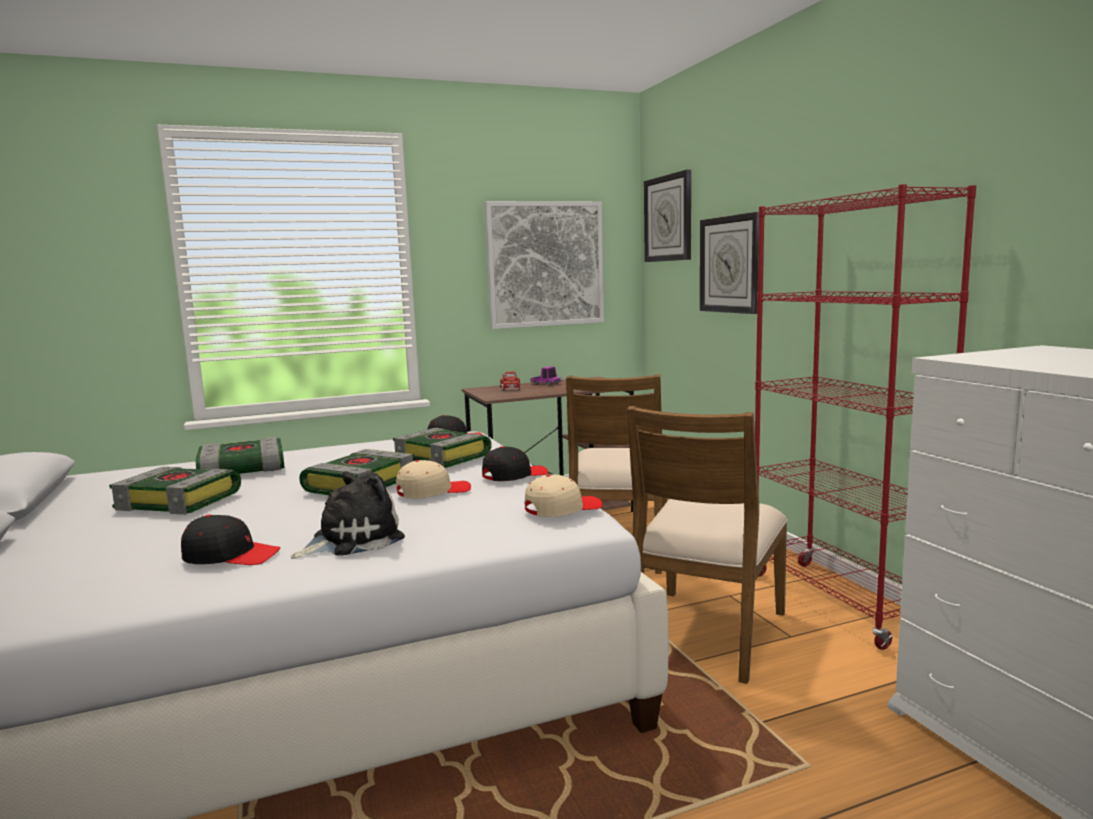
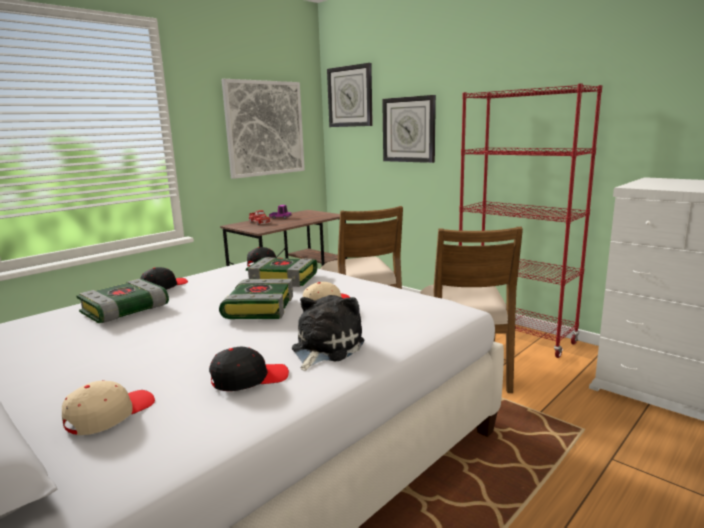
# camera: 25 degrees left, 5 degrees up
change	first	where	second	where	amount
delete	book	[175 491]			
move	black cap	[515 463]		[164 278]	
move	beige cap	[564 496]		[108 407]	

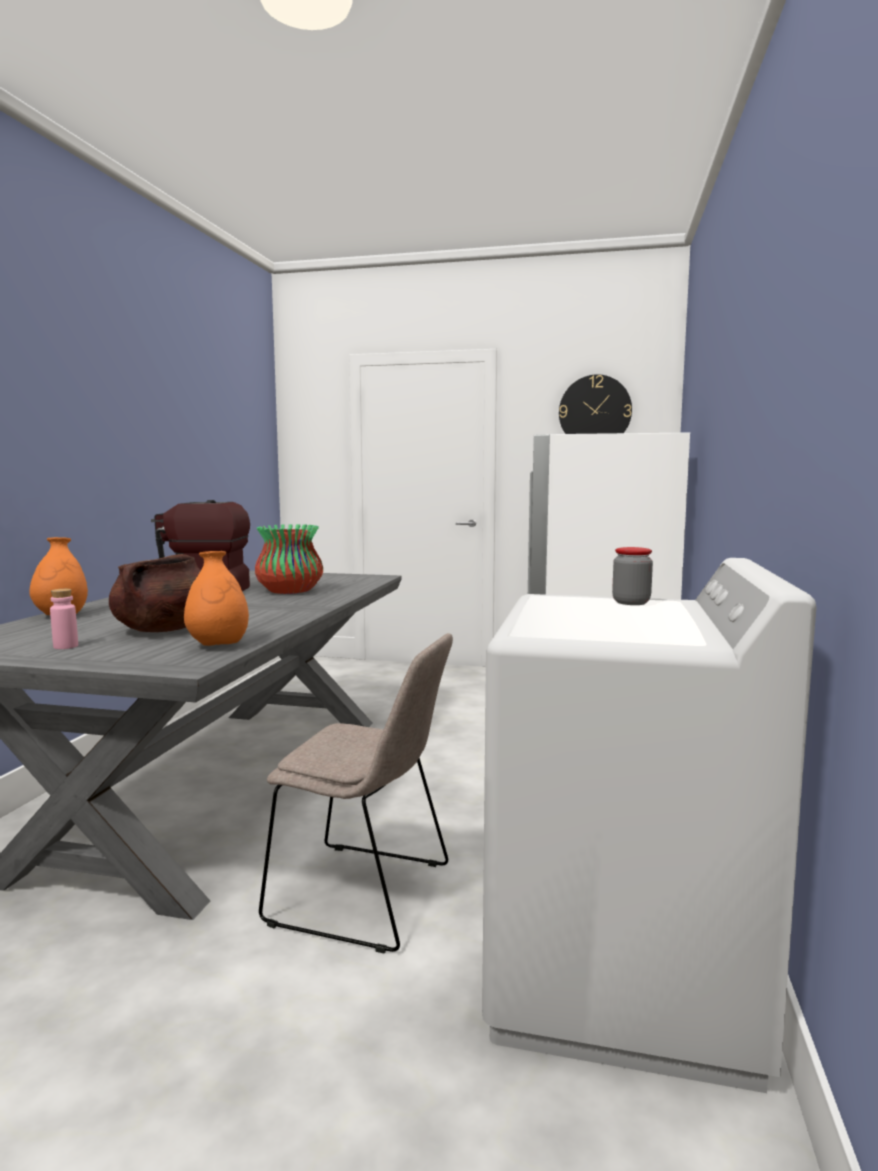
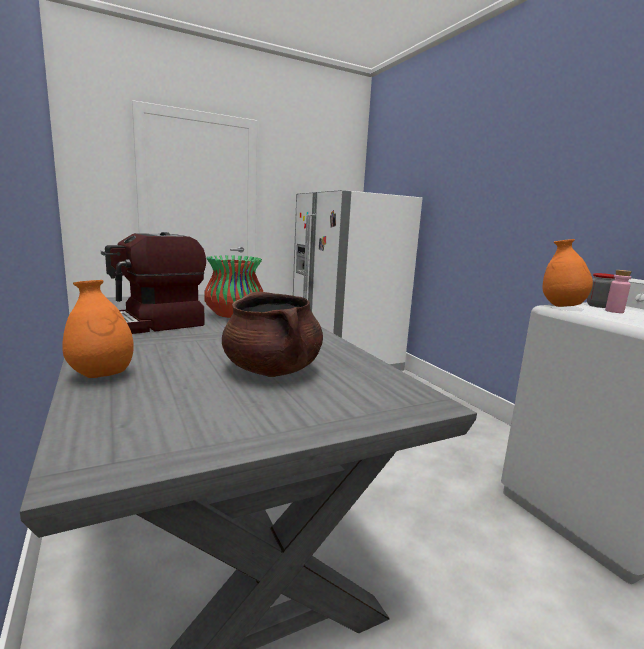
# camera: 40 degrees left, 5 degrees up
change	first	where	second	where	amount
move	pink bottle	[64 619]		[618 291]	
move	orange vase	[216 598]		[567 273]	
delete	beige chair	[356 793]			
delete	wall clock	[595 404]			

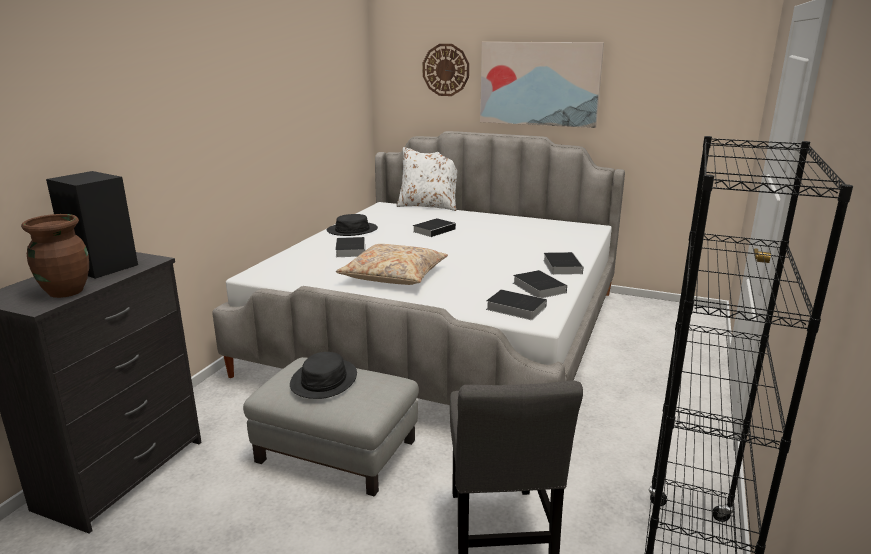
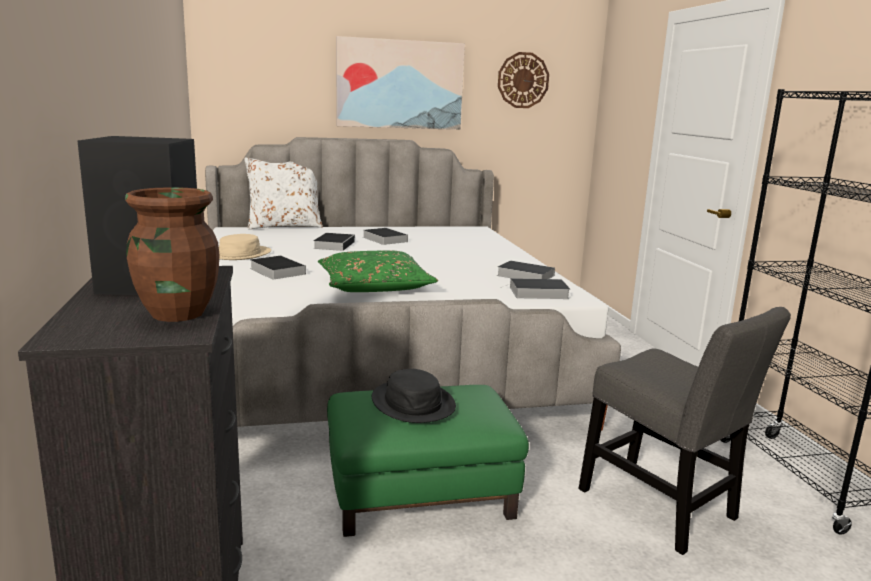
# camera: 35 degrees left, 5 degrees down
change	first	where	second	where	amount
recolor	grey ottoman	[331 427]	green ottoman	[428 461]	
recolor	black hat	[352 225]	beige hat	[245 247]	
recolor	beige pillow	[392 264]	green pillow	[378 271]	
move	wall clock	[446 70]		[523 80]	
move	book	[563 263]		[385 236]	

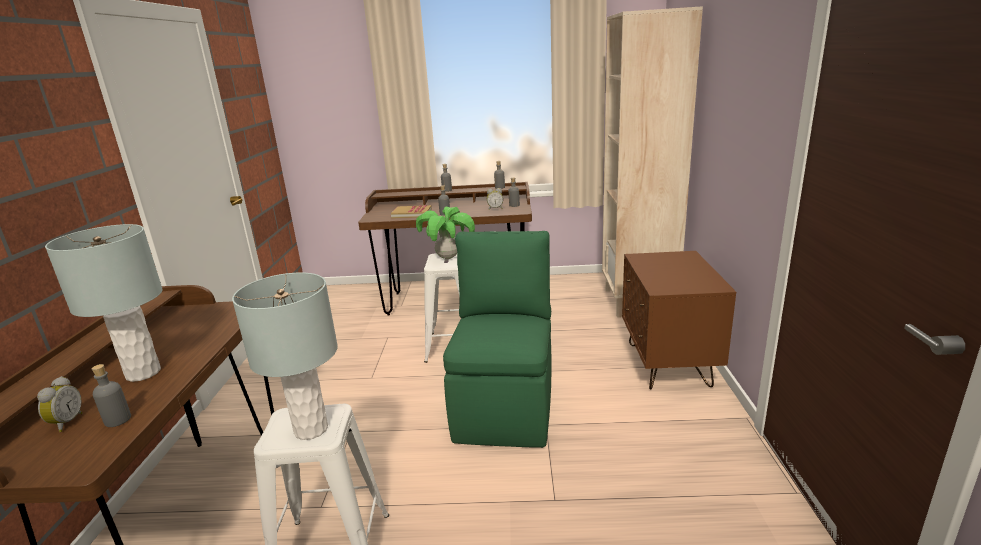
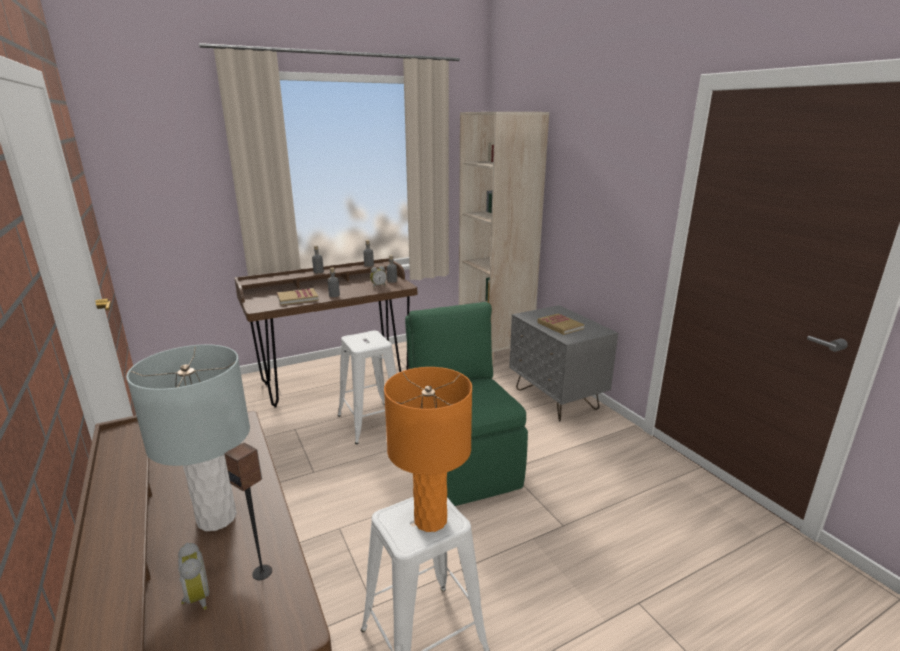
# camera: 30 degrees left, 0 degrees up
change	first	where	second	where	amount
replace	grey bottle	[111 395]	speaker	[248 511]	
recolor	grey table lamp	[285 356]	orange table lamp	[428 449]	
delete	potted plant	[445 233]			
recolor	brown nightstand	[679 320]	grey nightstand	[563 363]	
insert			book	[560 324]	

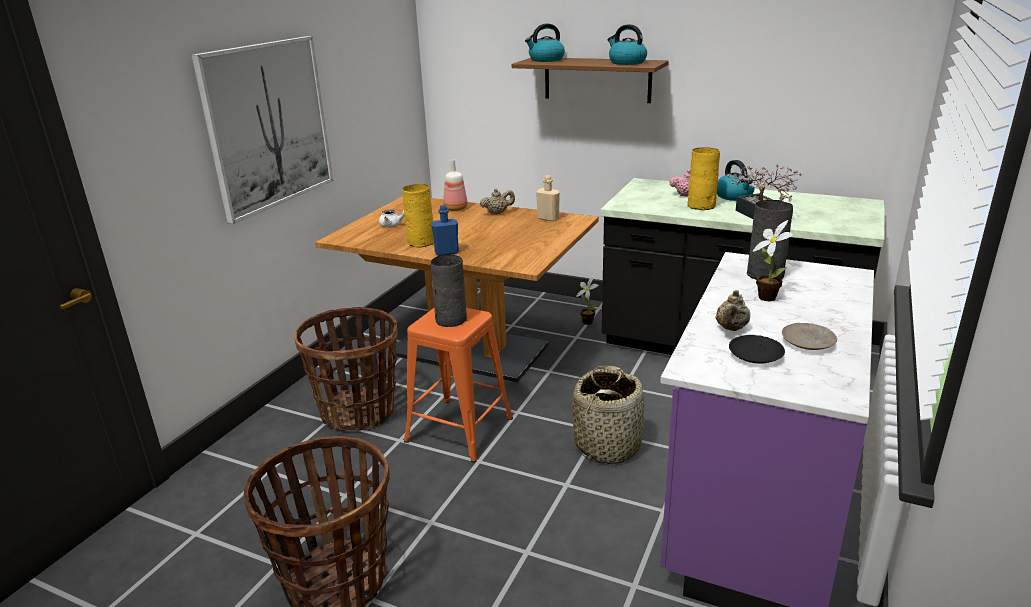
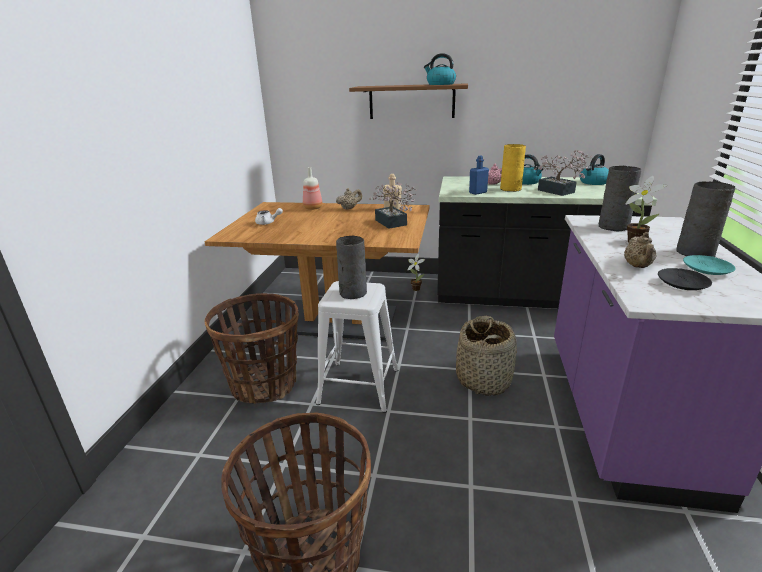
# camera: 15 degrees left, 0 degrees up
change	first	where	second	where	amount
delete	picture	[262 130]			
delete	yellow vase	[418 215]			
recolor	orange stool	[458 385]	white stool	[357 347]	
move	blue bottle	[445 230]		[479 175]	
move	kettle	[545 43]		[594 169]	
recolor	beige plate	[809 336]	turquoise plate	[709 265]	
insert			potted plant	[393 205]	
insert			grey vase	[706 219]	

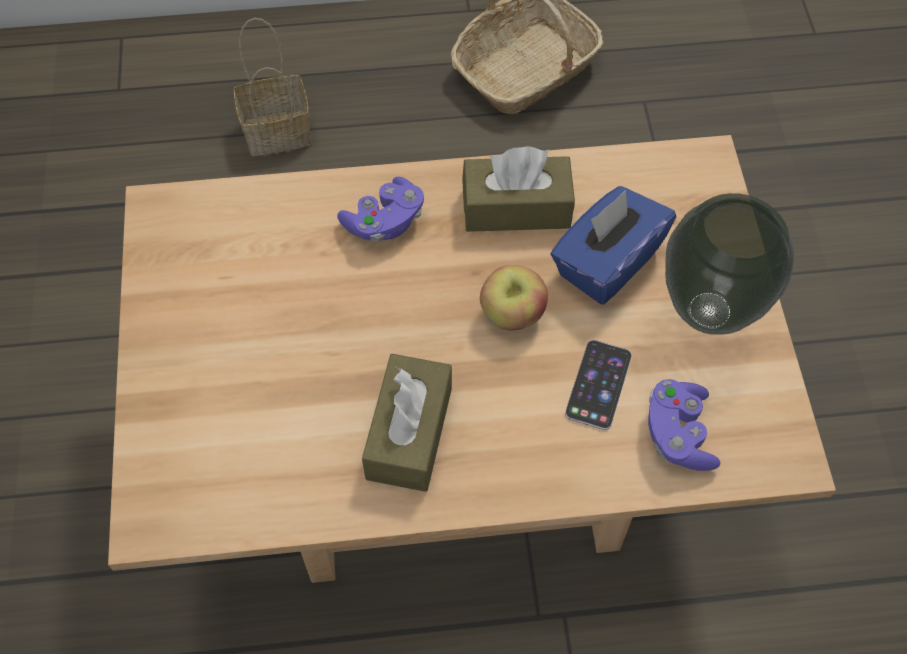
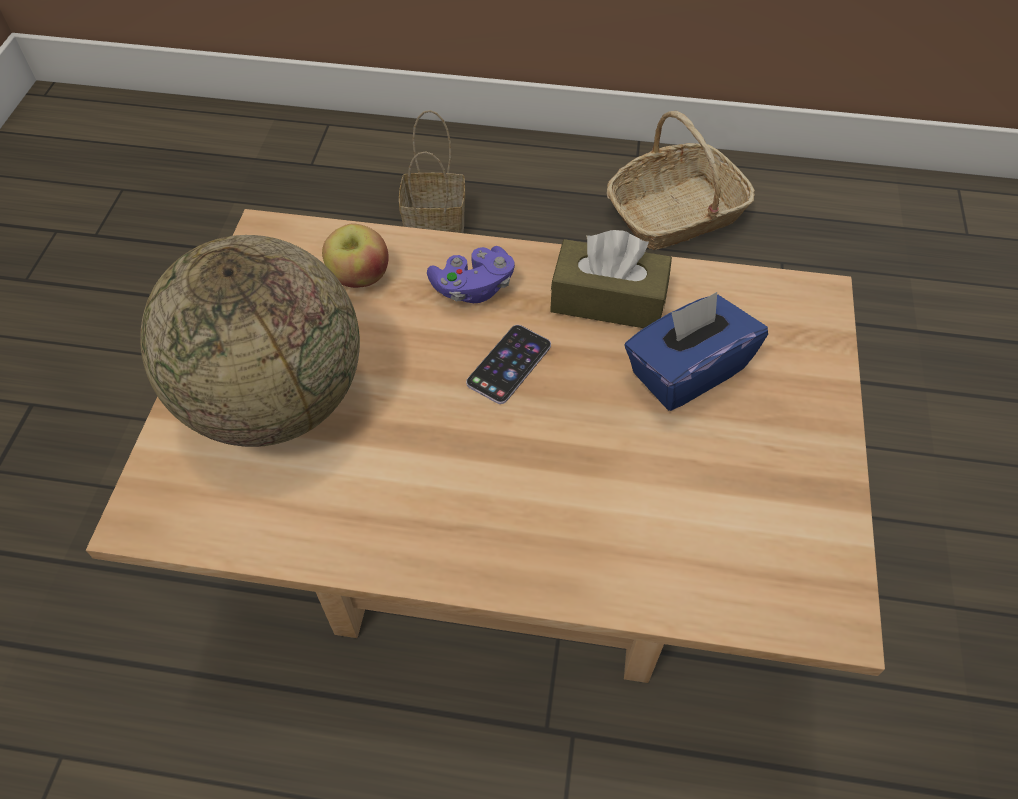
# camera: 15 degrees right, 5 degrees down
change	first	where	second	where	amount
delete	brown tissue box	[407 423]			
move	apple	[514 297]		[355 255]	
move	phone	[598 385]		[508 364]	
delete	purple game controller	[684 425]			
delete	vase	[729 264]			
insert			globe	[250 341]	

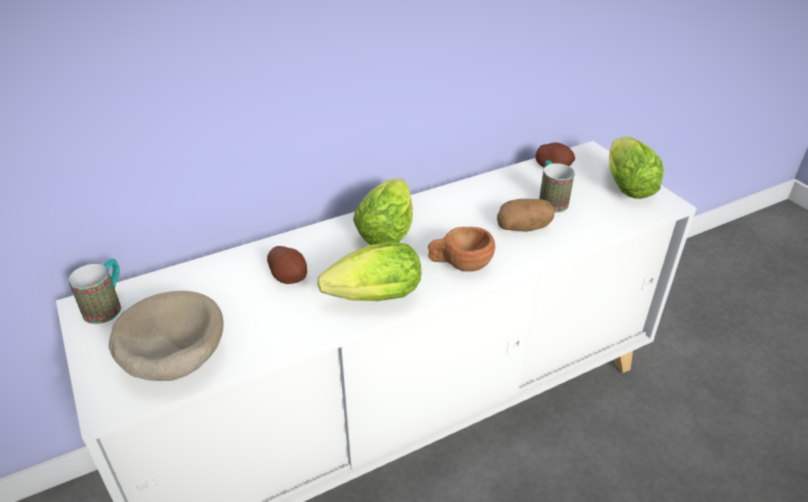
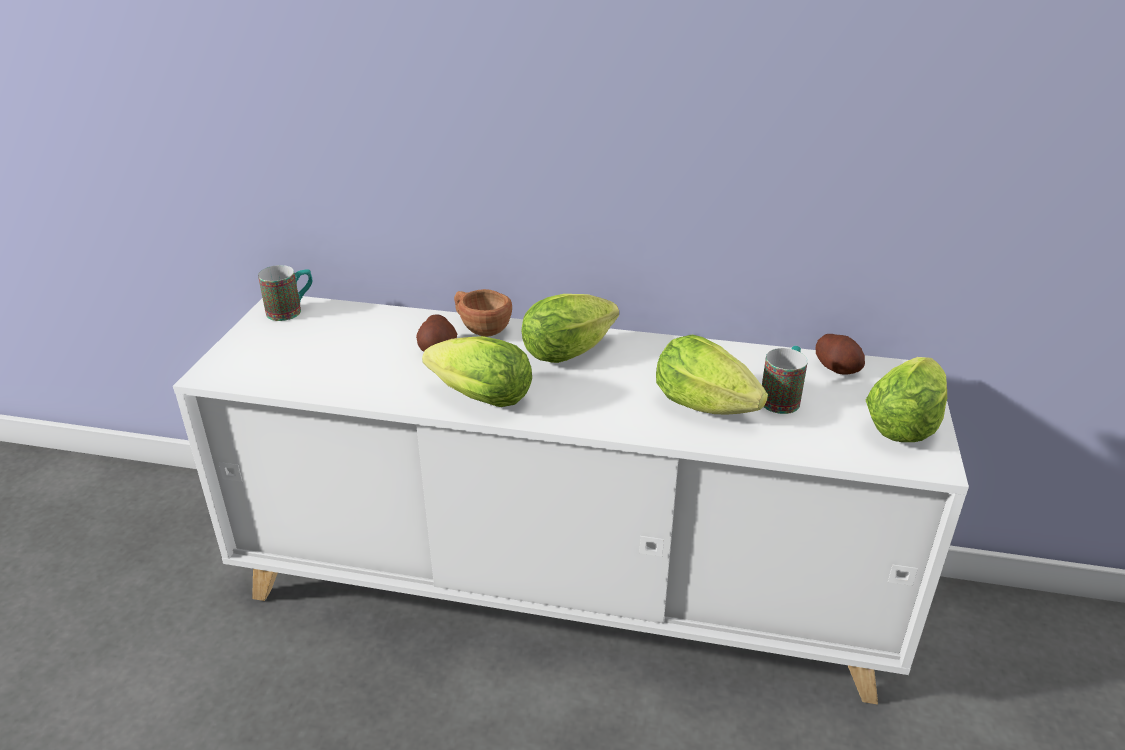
# camera: 40 degrees right, 5 degrees down
change	first	where	second	where	amount
delete	beige bowl	[166 336]			
move	brown cup	[461 249]		[483 313]	
replace	potato	[526 215]	lettuce	[712 375]	

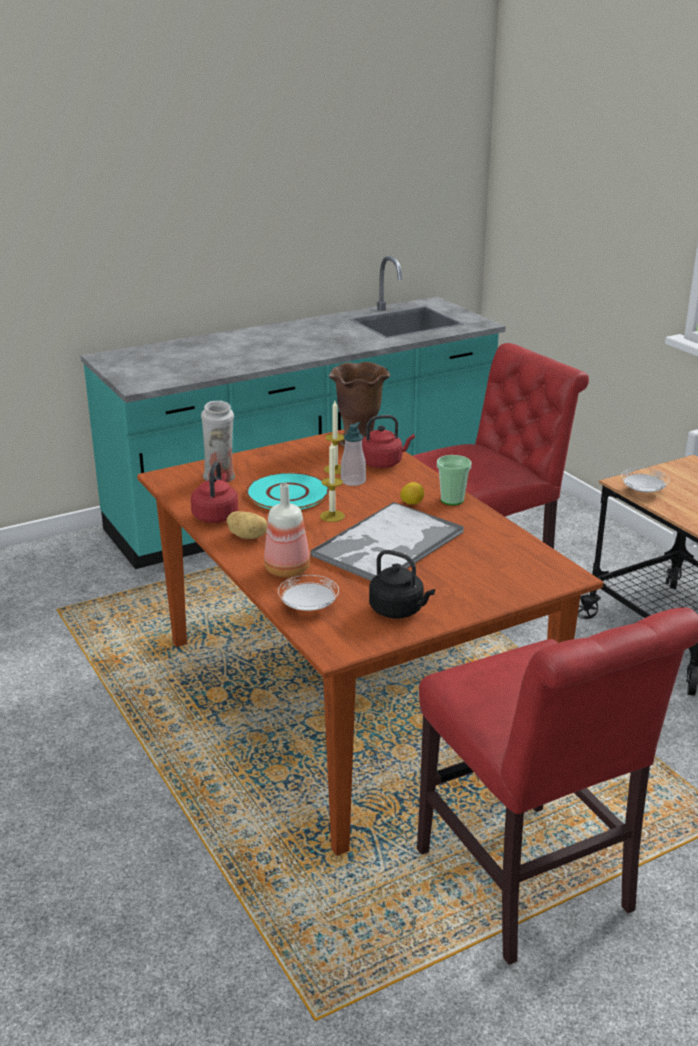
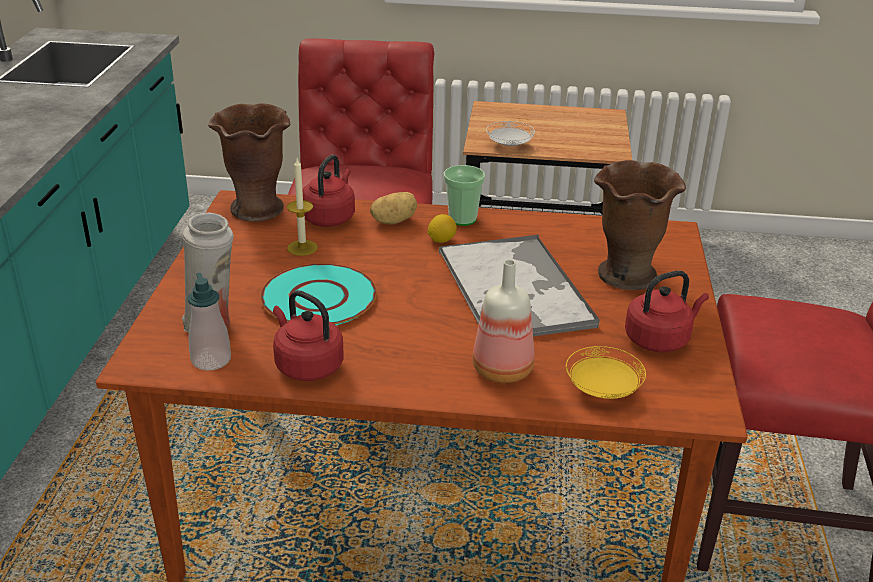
# camera: 55 degrees left, 5 degrees up
change	first	where	second	where	amount
move	potato	[247 525]		[393 208]	
recolor	white plate	[308 593]	yellow plate	[606 372]	
delete	candle	[332 482]			
move	soap dispenser	[353 454]		[209 322]	
recolor	black kettle	[402 584]	red kettle	[667 311]	
insert			brown vase	[640 225]	

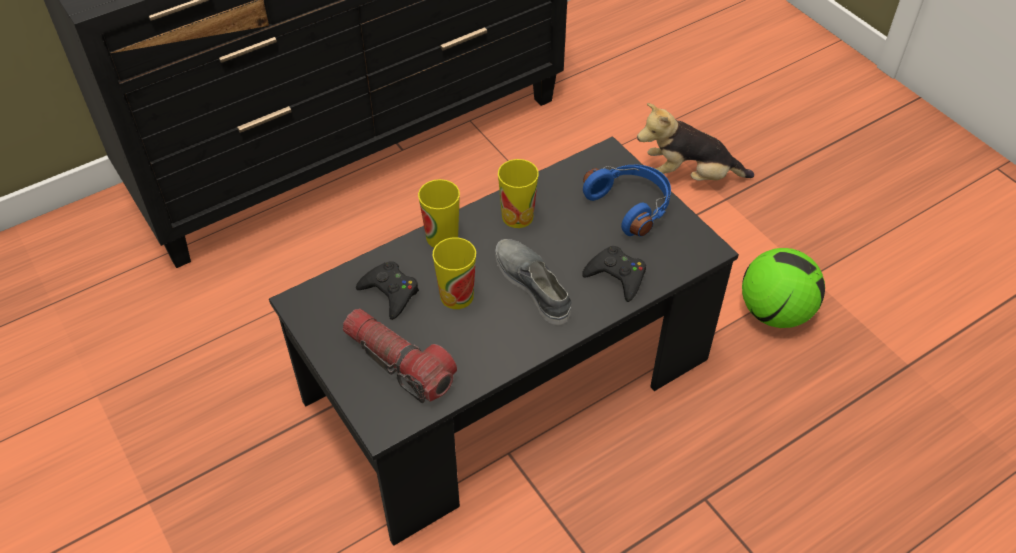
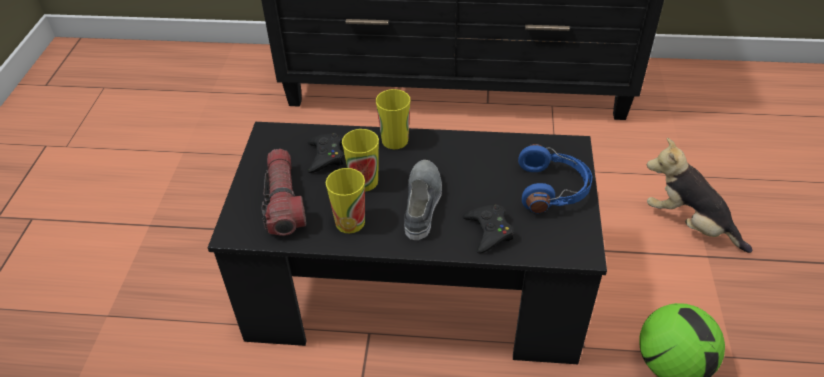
# camera: 40 degrees right, 5 degrees down
change	first	where	second	where	amount
move	cup	[518 193]		[345 200]	

